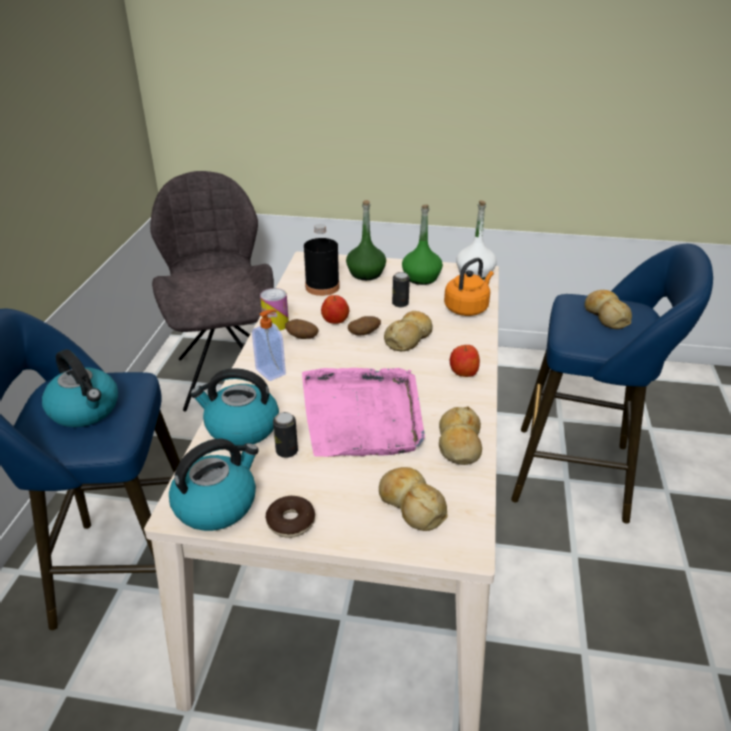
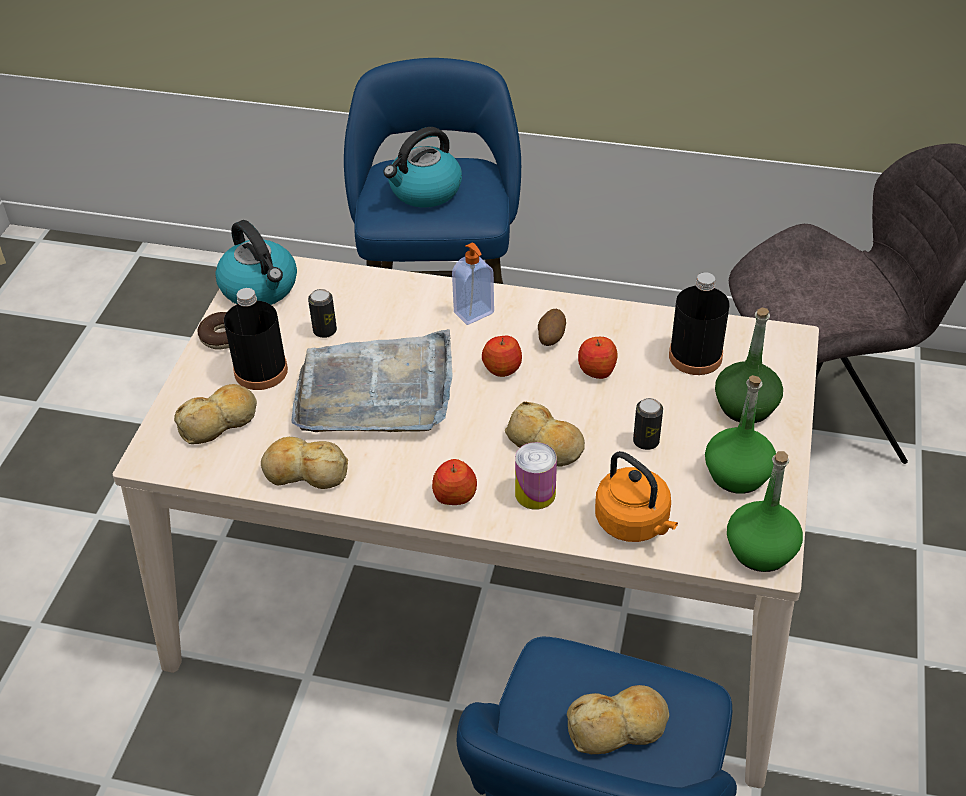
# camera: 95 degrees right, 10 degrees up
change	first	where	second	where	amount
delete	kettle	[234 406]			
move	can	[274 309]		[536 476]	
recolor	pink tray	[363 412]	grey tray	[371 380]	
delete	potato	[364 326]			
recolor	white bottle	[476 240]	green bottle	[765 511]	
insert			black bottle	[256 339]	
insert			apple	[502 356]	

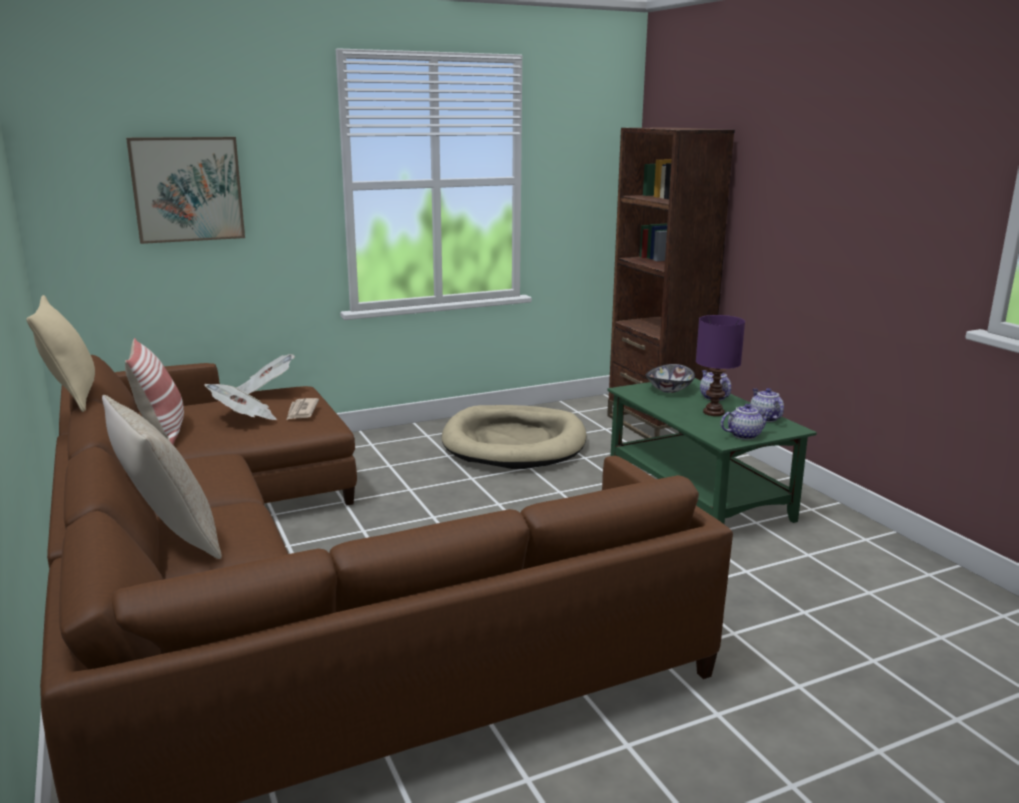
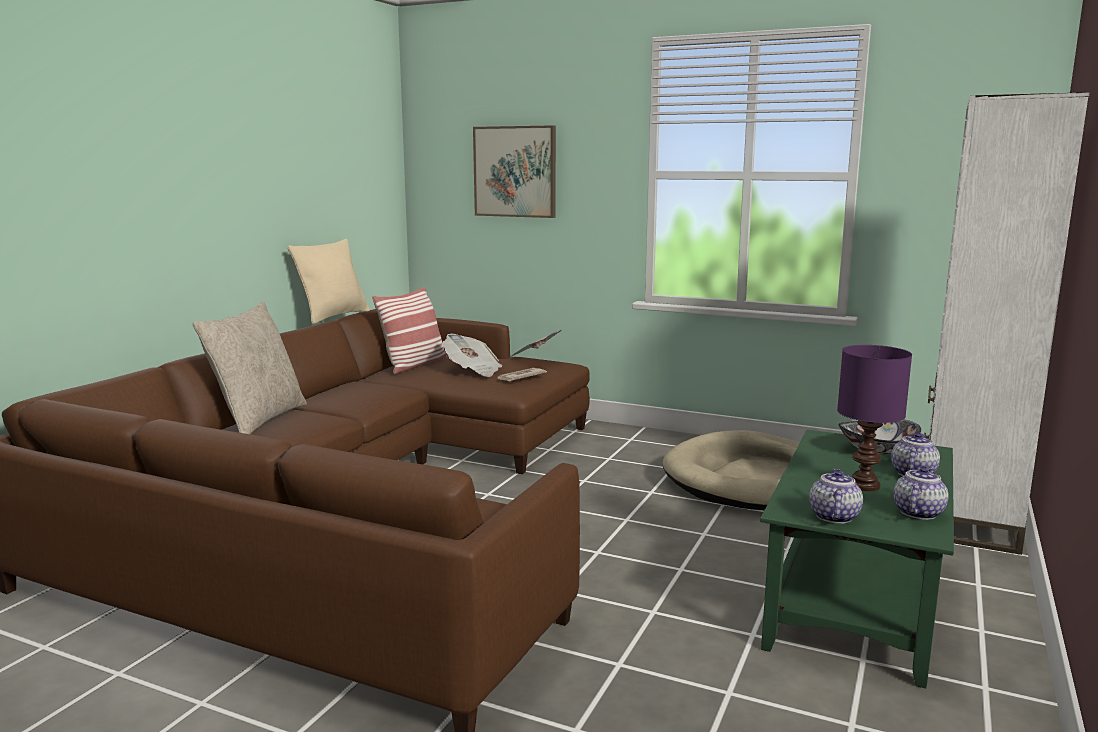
# camera: 50 degrees right, 5 degrees down
change	first	where	second	where	amount
recolor	brown bookcase	[671 283]	white bookcase	[1007 323]	
rotate	teapot	[746 422]		[836 496]	105 degrees counterclockwise

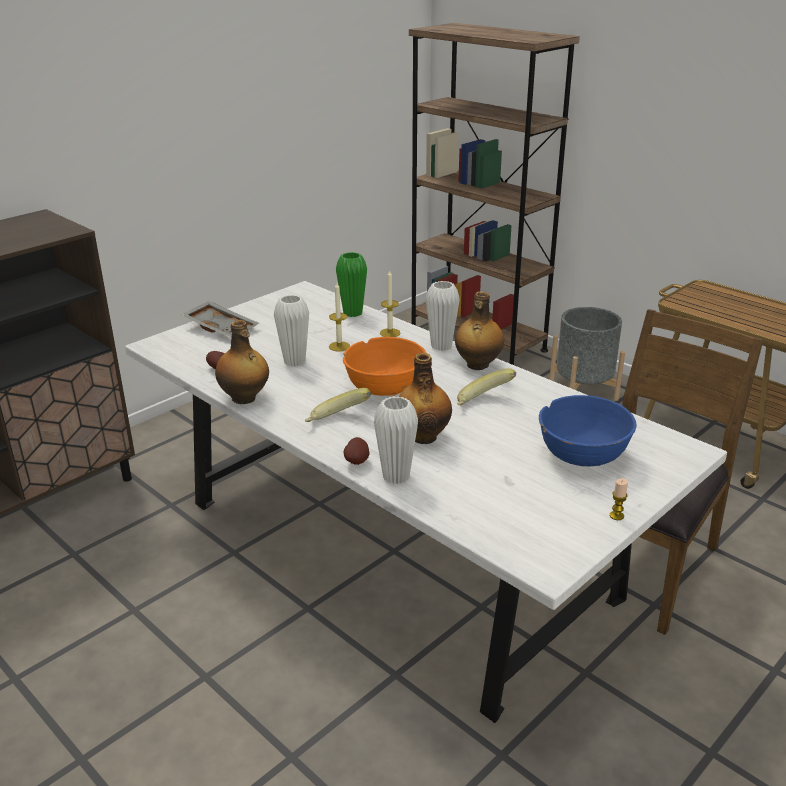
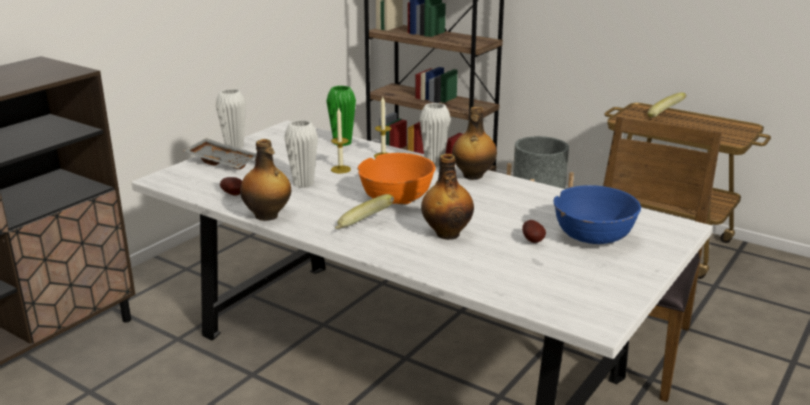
# camera: 10 degrees left, 5 degrees down
change	first	where	second	where	amount
move	potato	[357 451]		[534 231]	
move	white vase	[396 440]		[231 119]	
move	banana	[486 386]		[667 105]	
delete	candle	[619 499]			

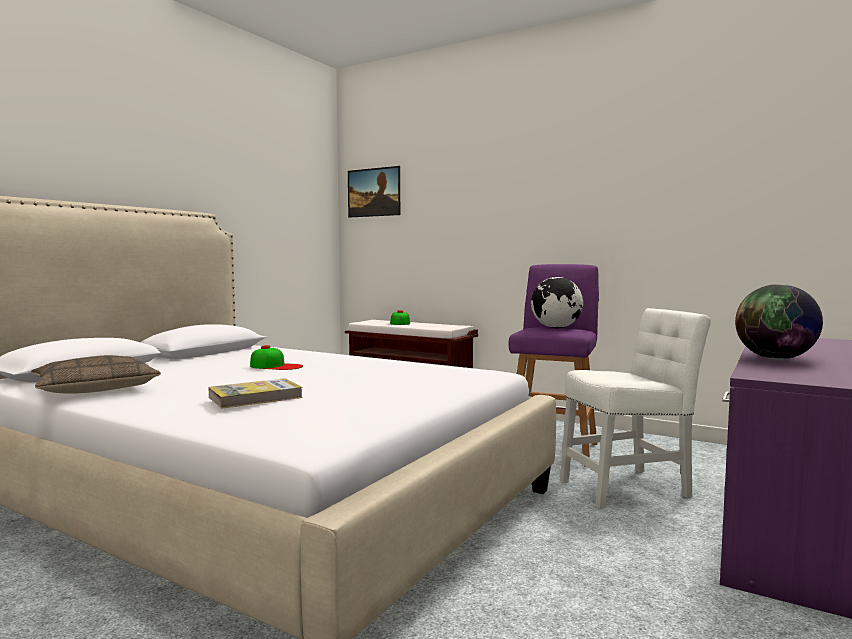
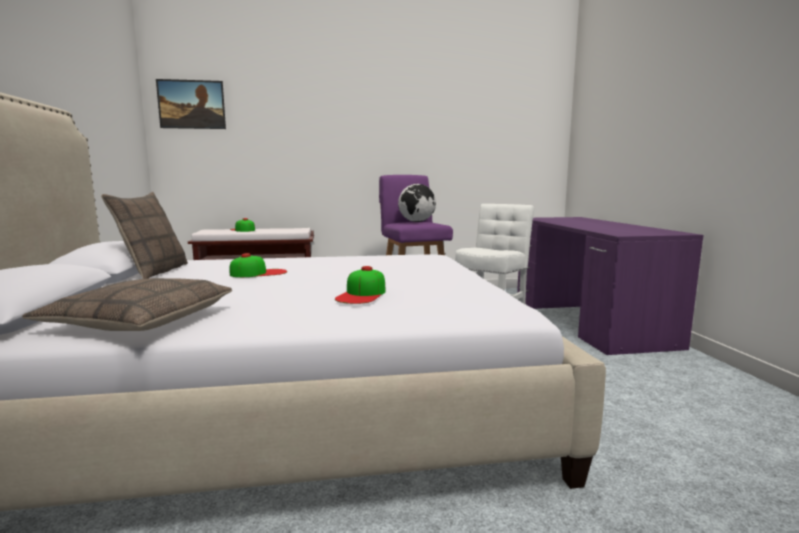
# camera: 40 degrees left, 5 degrees up
change	first	where	second	where	amount
replace	book	[255 393]	cap	[360 285]	
delete	globe	[779 321]			
insert			pillow	[144 235]	

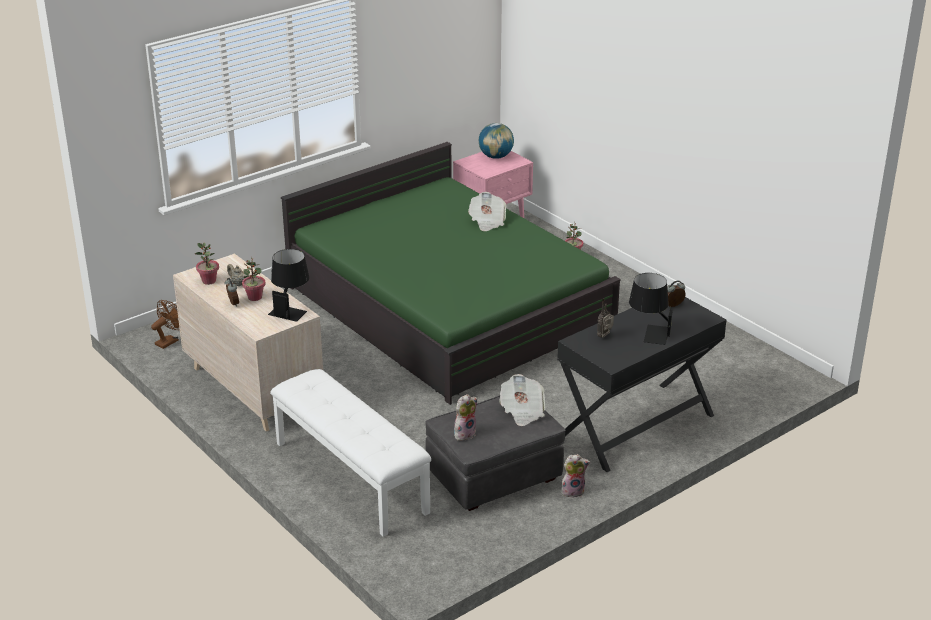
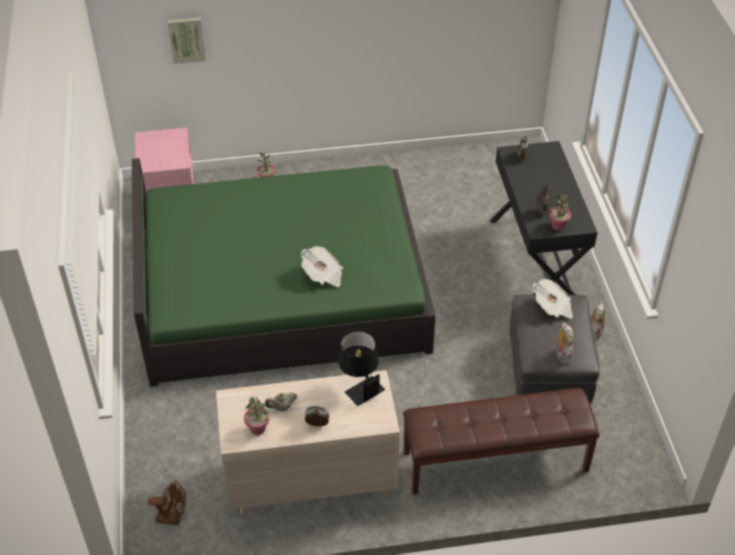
# camera: 60 degrees left, 15 degrees up
change	first	where	second	where	amount
rotate	brown fan	[165 324]		[167 502]	120 degrees clockwise
move	potted plant	[254 279]		[560 213]	
recolor	white bench	[350 453]	brown bench	[501 441]	
move	newspaper	[487 211]		[322 266]	
delete	globe	[496 141]			
delete	black table lamp	[651 309]			
insert			picture	[186 40]	

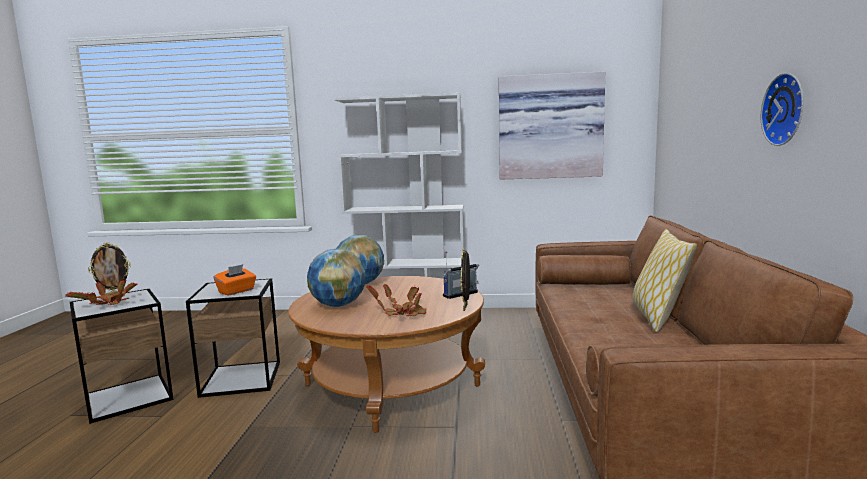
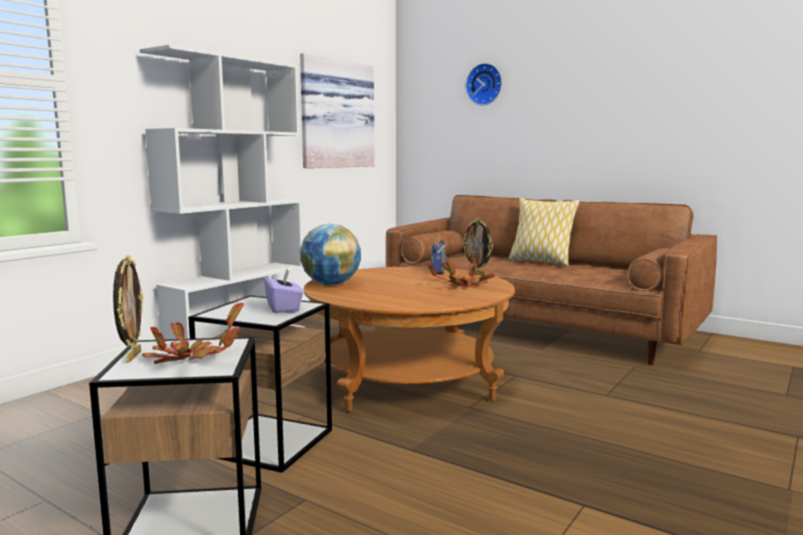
# camera: 60 degrees left, 0 degrees up
change	first	where	second	where	amount
recolor	orange tissue box	[235 280]	purple tissue box	[283 291]	
delete	globe	[336 278]			
move	wall clock	[782 109]		[484 84]	

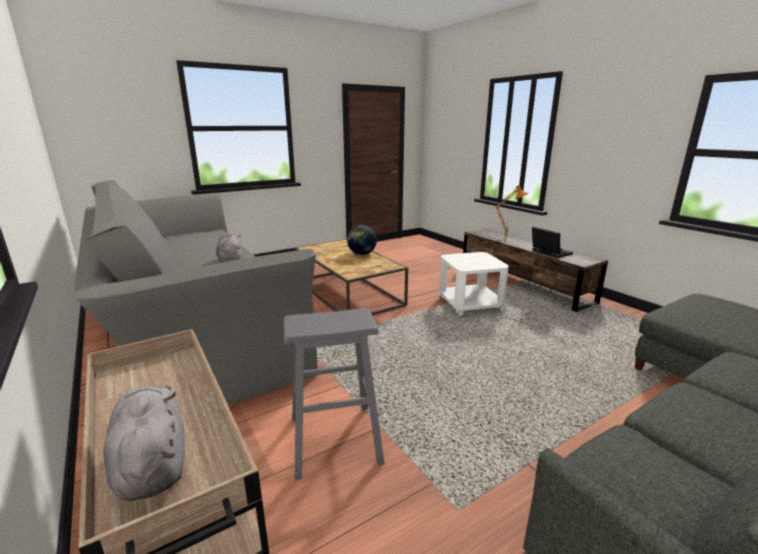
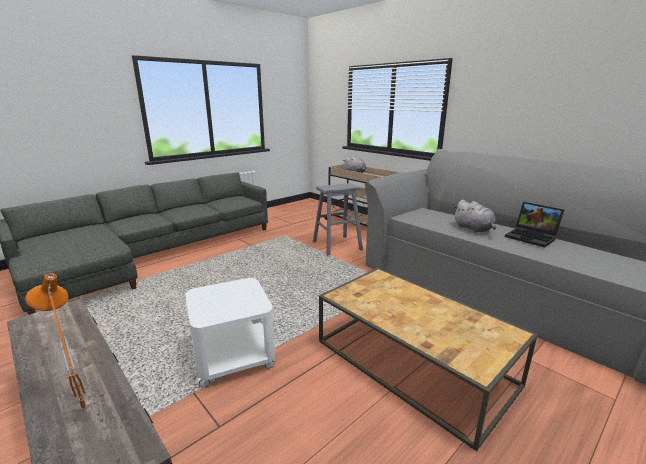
# camera: 170 degrees right, 0 degrees up
change	first	where	second	where	amount
delete	globe	[362 240]			
move	laptop	[552 242]		[534 225]	

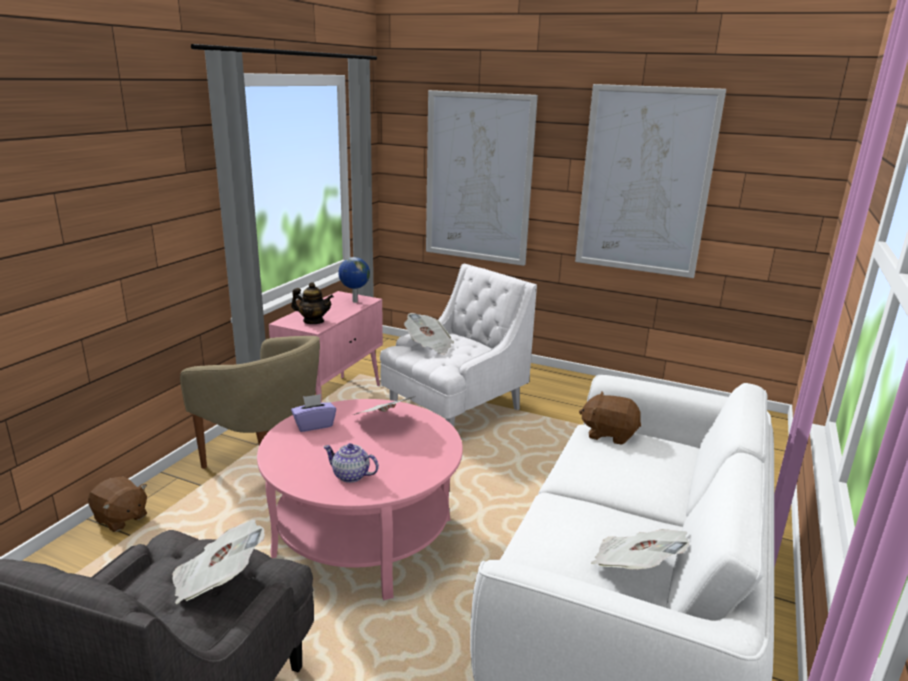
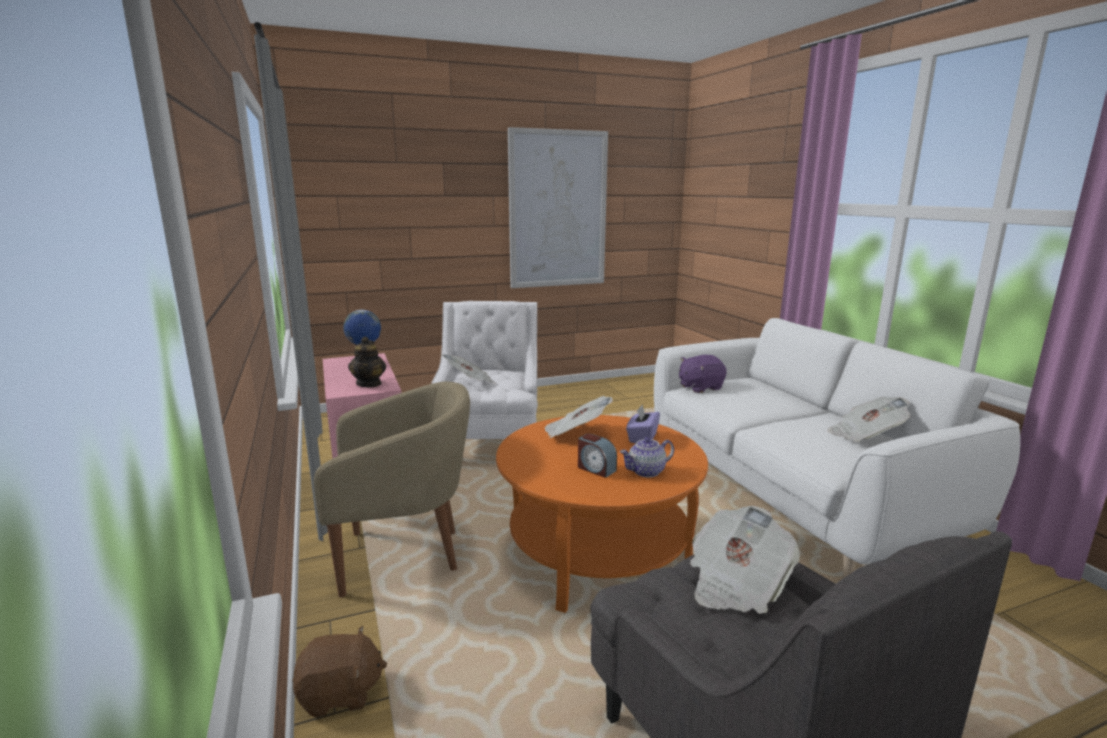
# camera: 45 degrees left, 5 degrees down
change	first	where	second	where	amount
recolor	pink coffee table	[360 499]	orange coffee table	[602 514]	
rotate	teapot	[312 303]		[367 361]	120 degrees clockwise
move	purple tissue box	[313 413]		[643 424]	
delete	picture	[482 178]			
recolor	brown plush toy	[610 417]	purple plush toy	[703 374]	
insert			alarm clock	[597 456]	

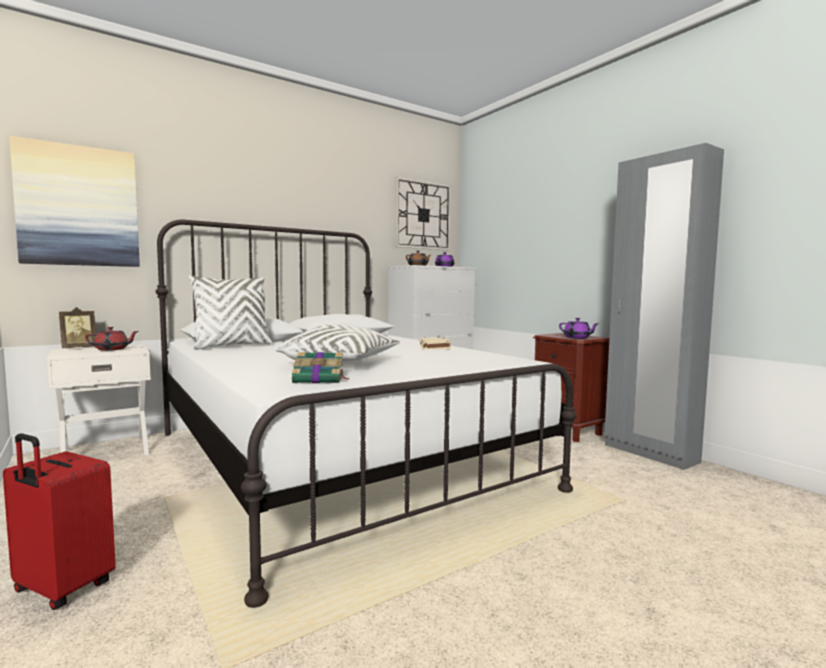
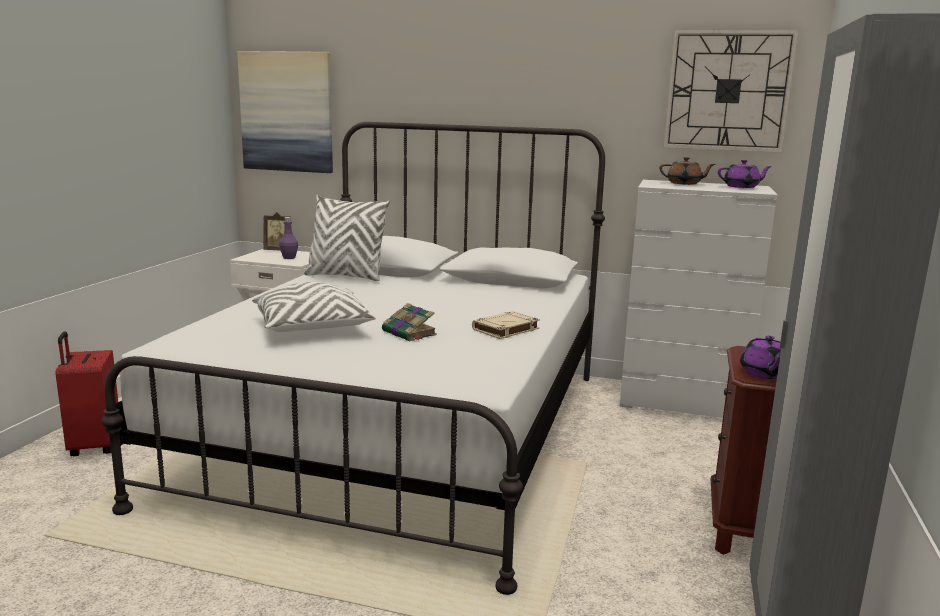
# camera: 50 degrees right, 10 degrees up
change	first	where	second	where	amount
replace	red teapot	[112 339]	purple bottle	[288 238]	
move	book	[320 367]		[409 322]	

